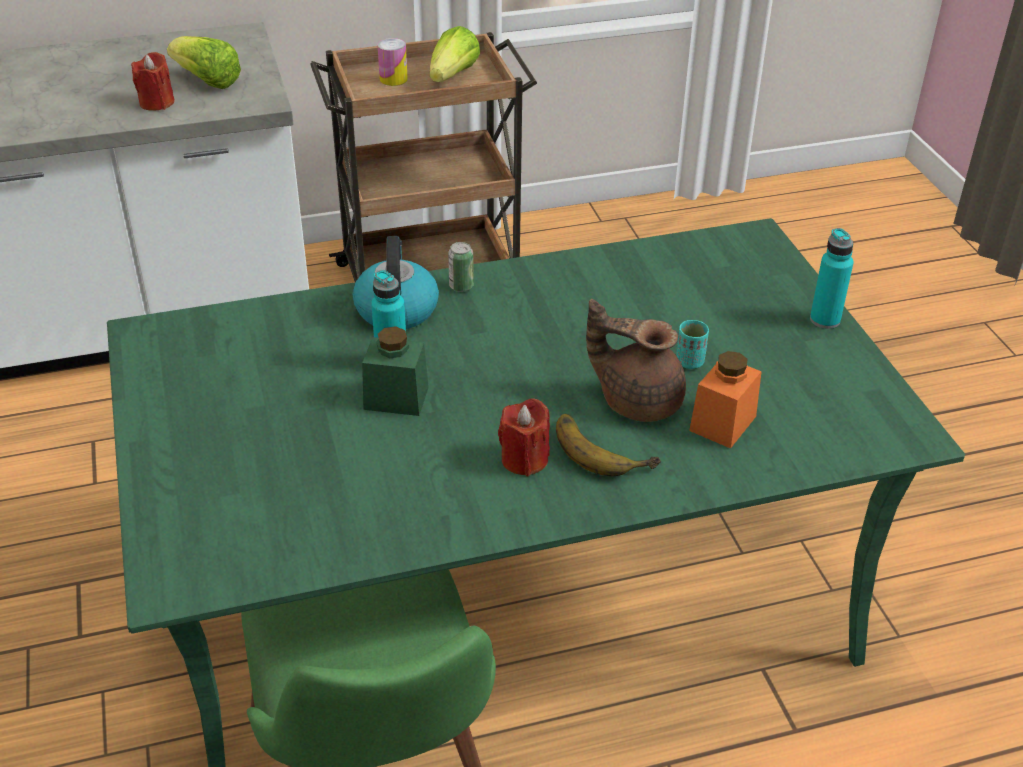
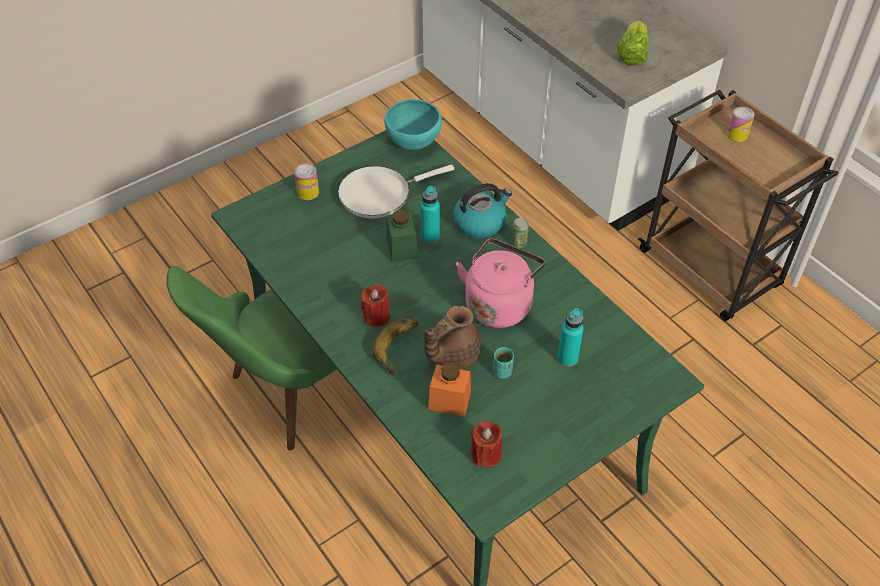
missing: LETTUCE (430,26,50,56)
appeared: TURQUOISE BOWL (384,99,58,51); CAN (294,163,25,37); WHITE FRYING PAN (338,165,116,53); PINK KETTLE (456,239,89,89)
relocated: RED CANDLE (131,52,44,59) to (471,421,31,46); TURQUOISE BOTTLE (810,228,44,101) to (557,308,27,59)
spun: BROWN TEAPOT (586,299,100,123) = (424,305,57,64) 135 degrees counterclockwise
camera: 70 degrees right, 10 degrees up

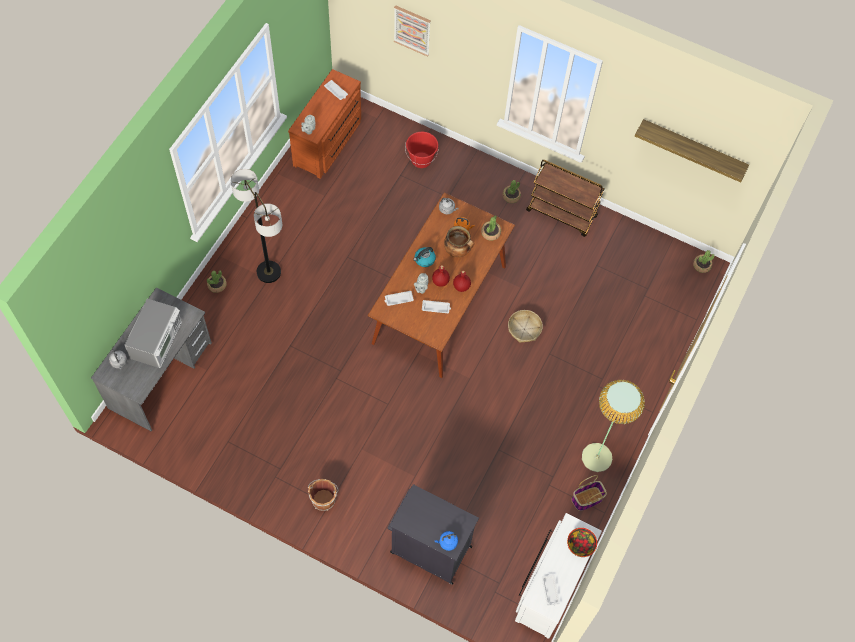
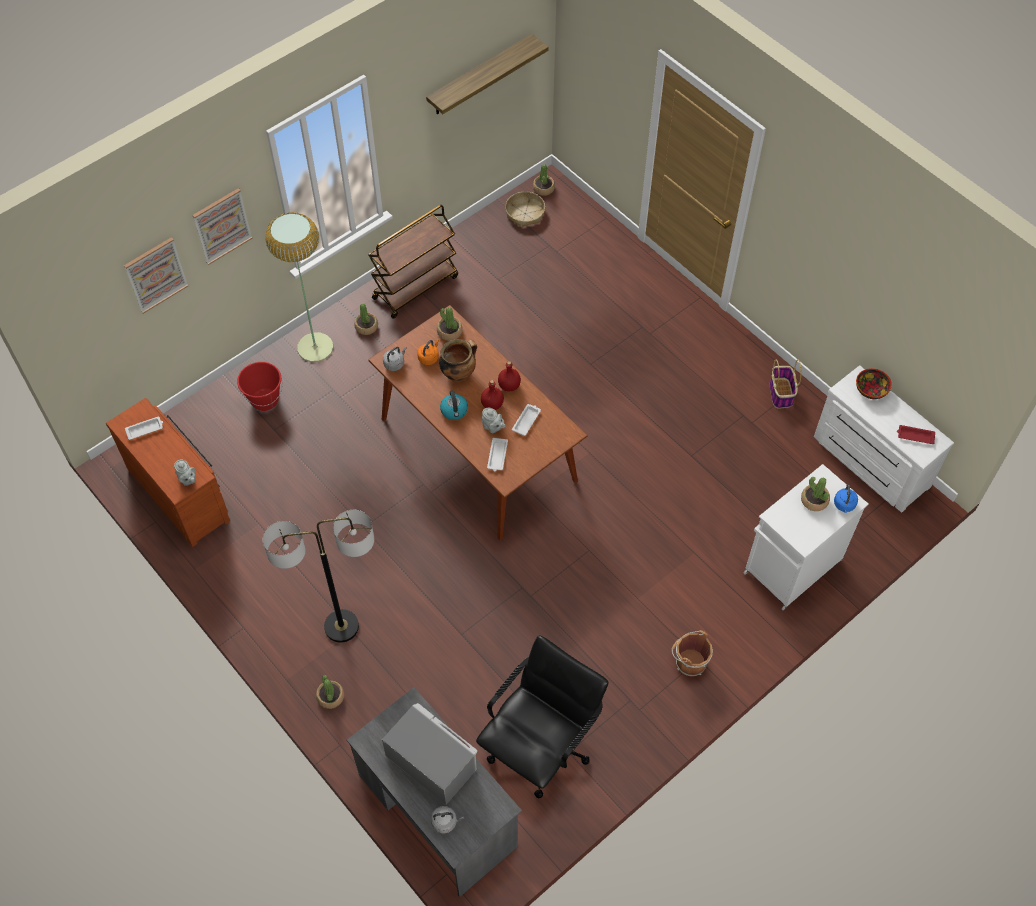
appeared: PICTURE (192,188,60,77); POTTED PLANT (801,477,29,34); BLACK OFFICE CHAIR (476,635,133,163)
relocated: BASKET (508,310,35,33) to (505,191,40,36); FLOOR LAMP (582,380,63,92) to (265,212,68,150)
colour: BLACK CABINET (387,484,92,101) to WHITE CABINET (744,464,124,146); WHITE TRAY (542,574,18,32) to RED TRAY (897,425,38,19)
camera: 65 degrees left, 5 degrees down

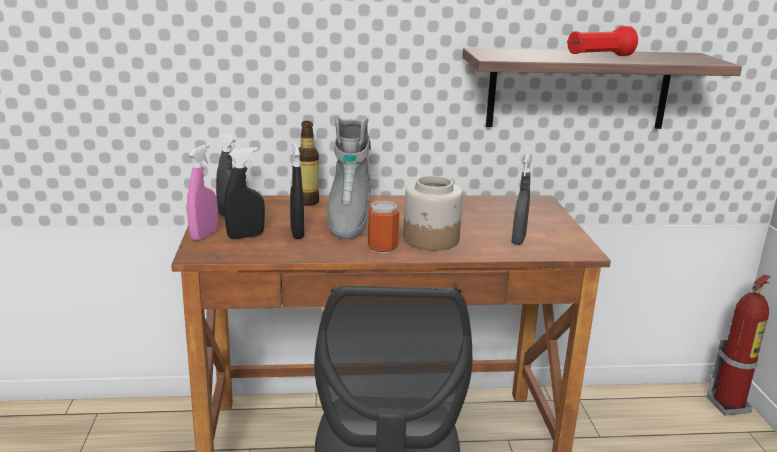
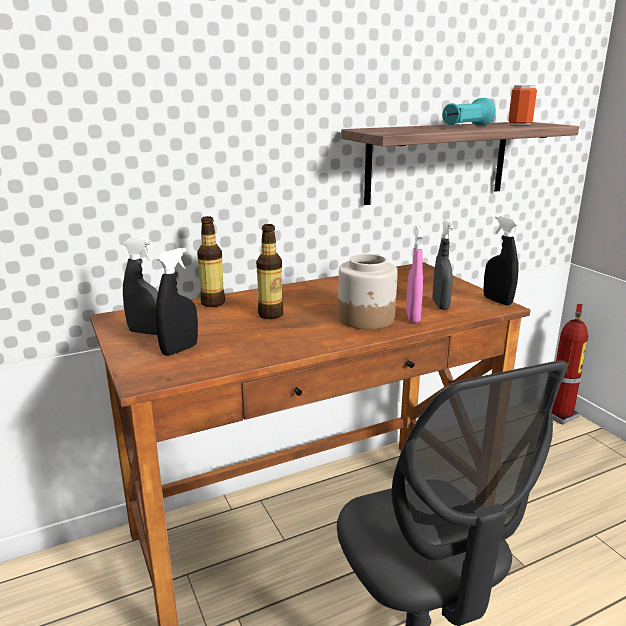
relocated: BLACK SPRAY BOTTLE (290,143,14,96) to (483,216,36,89); PINK SPRAY BOTTLE (187,144,31,97) to (406,225,17,98); CAN (368,201,31,53) to (508,85,29,40)
exchanged: GREY BOOT (327,116,45,124) to BOTTLE (256,224,27,95)
colour: RED FLASHLIGHT (567,26,71,30) to TURQUOISE FLASHLIGHT (442,98,54,28)
camera: 20 degrees left, 0 degrees up

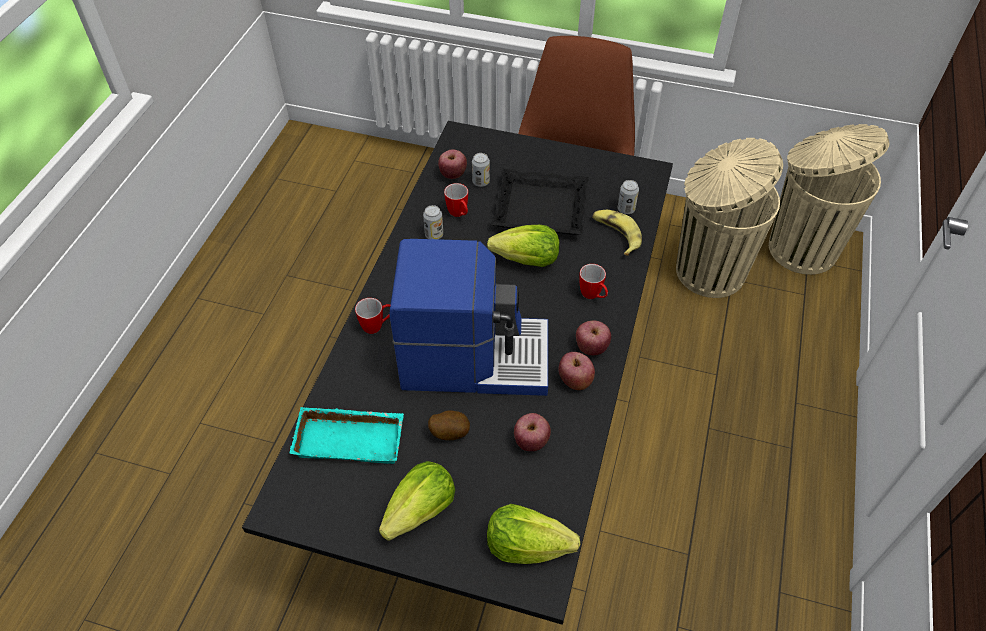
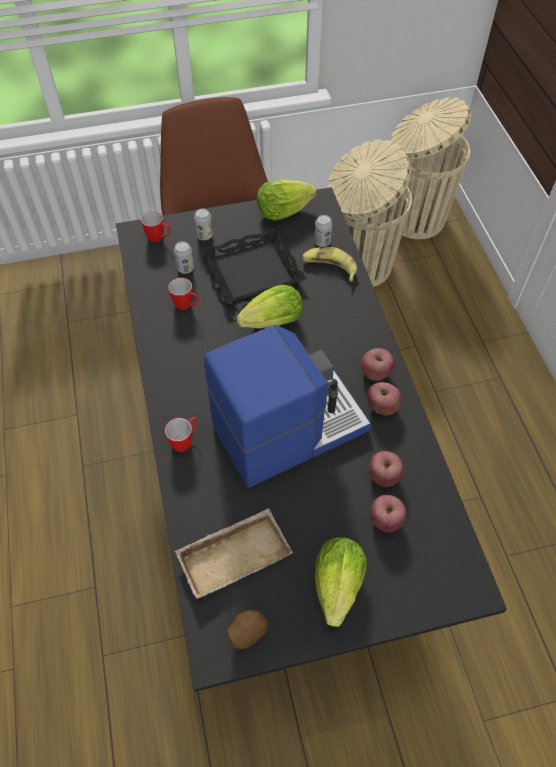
relocated: APPLE (438,149,29,30) to (370,495,37,38); CAN (423,205,20,34) to (194,208,19,32); MUG (579,264,29,35) to (141,211,30,31); POTATO (428,410,42,30) to (227,610,41,39); LETTUCE (487,504,93,60) to (257,180,60,41)
colour: TURQUOISE TRAY (290,407,114,57) to BEIGE TRAY (175,509,118,90)
camera: 30 degrees left, 5 degrees up

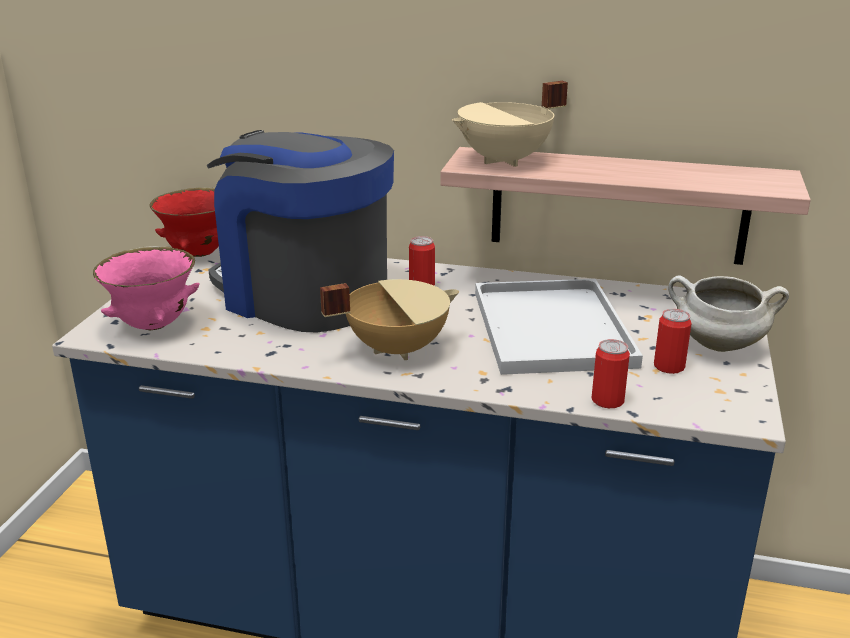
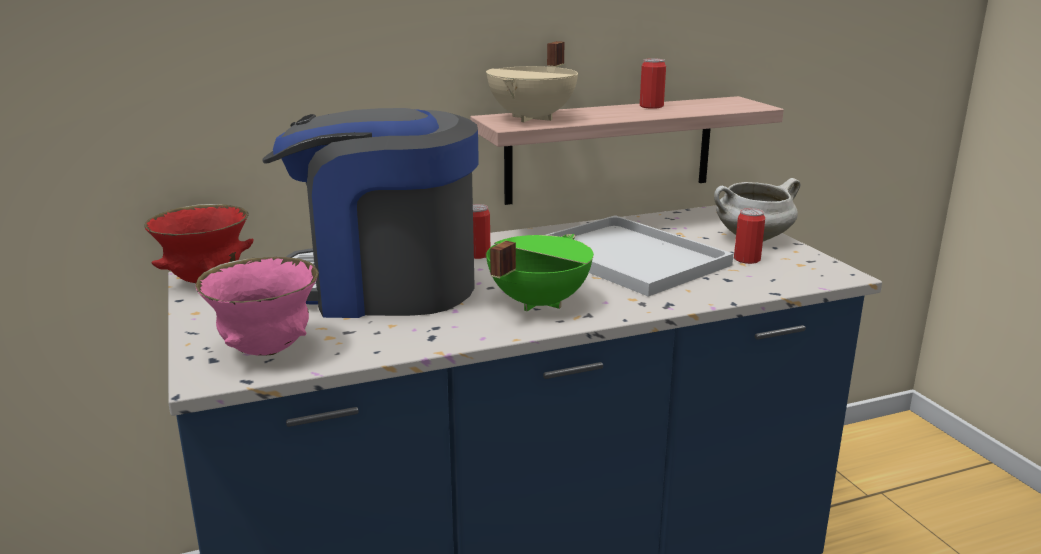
relocated: CAN (591,339,39,69) to (640,58,26,51)
colour: BEIGE COOKING POT (320,279,139,81) to GREEN COOKING POT (486,234,108,77)
camera: 35 degrees left, 5 degrees down

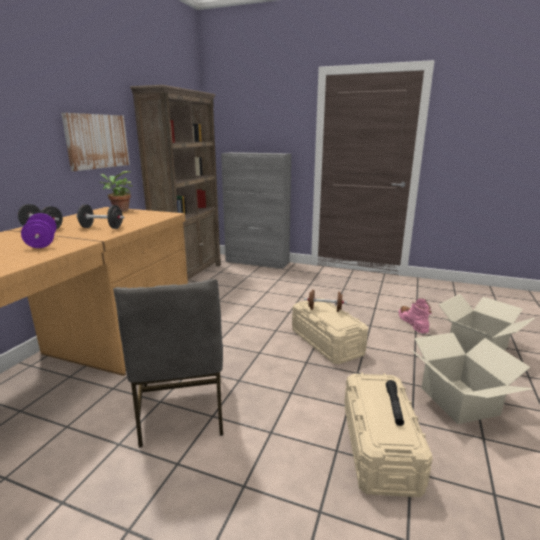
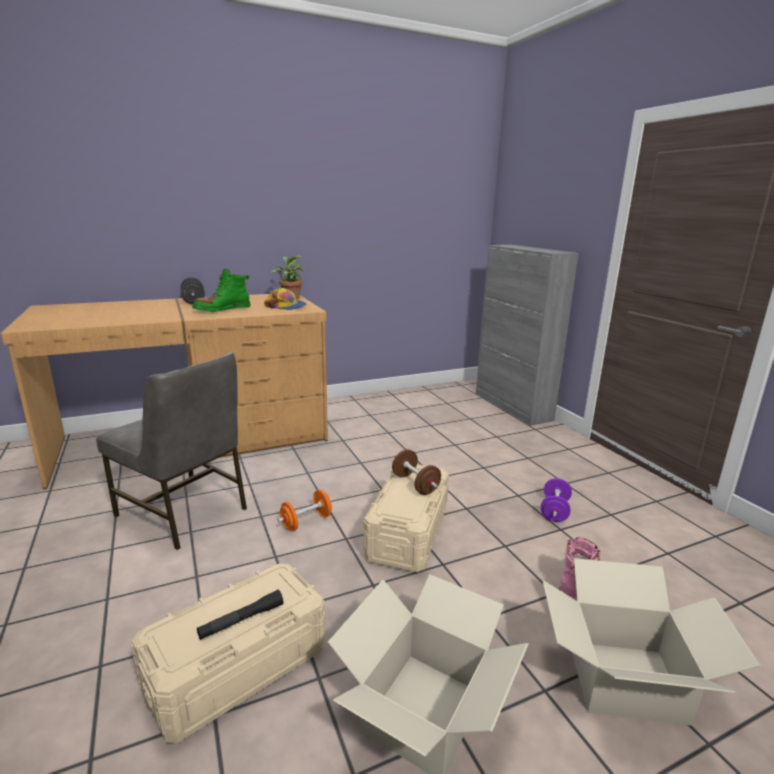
missing: BROWN BOOKCASE (130,85,91,195); PICTURE (61,113,69,58)
appeared: CAP (264,288,43,22); ORANGE DUMBBELL (278,490,55,41)
relocated: PURPLE DUMBBELL (21,213,35,35) to (541,478,31,44)
exchanged: BLACK DUMBBELL (76,204,49,25) to GREEN BOOT (192,269,58,43)
spun: GREY CHAIR (113,279,110,169) = (96,352,151,198) 90 degrees counterclockwise
camera: 45 degrees right, 0 degrees up

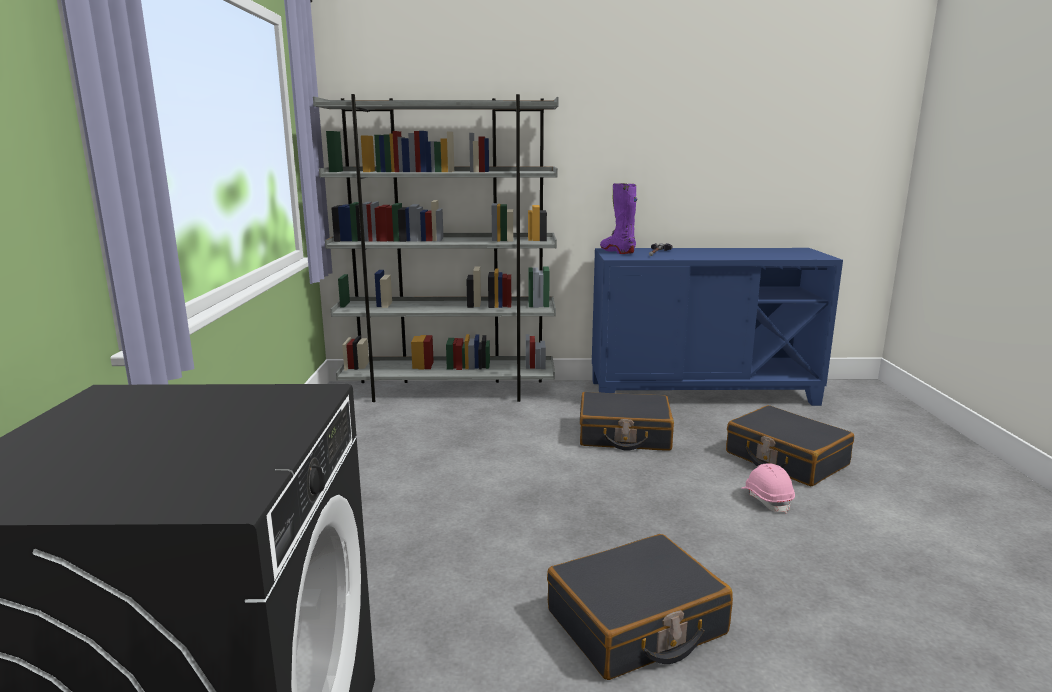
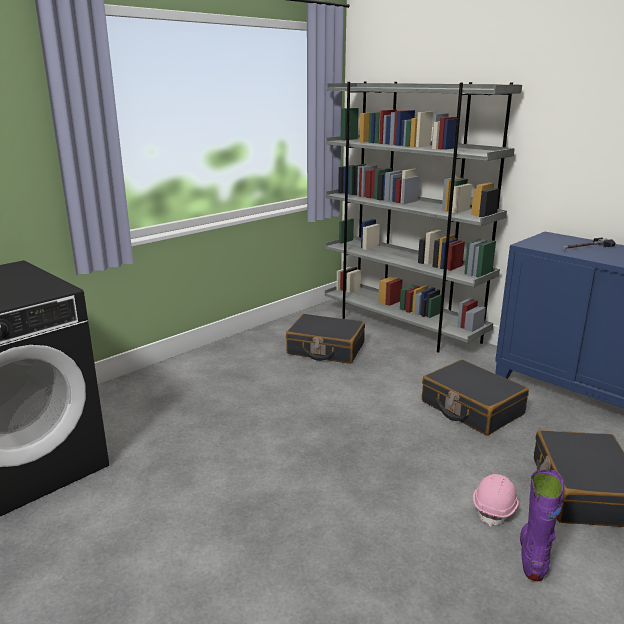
relocated: PURPLE BOOT (600,183,37,71) to (520,469,44,112); BLACK SUITCASE (547,534,186,146) to (286,314,79,50)
camera: 45 degrees right, 5 degrees up

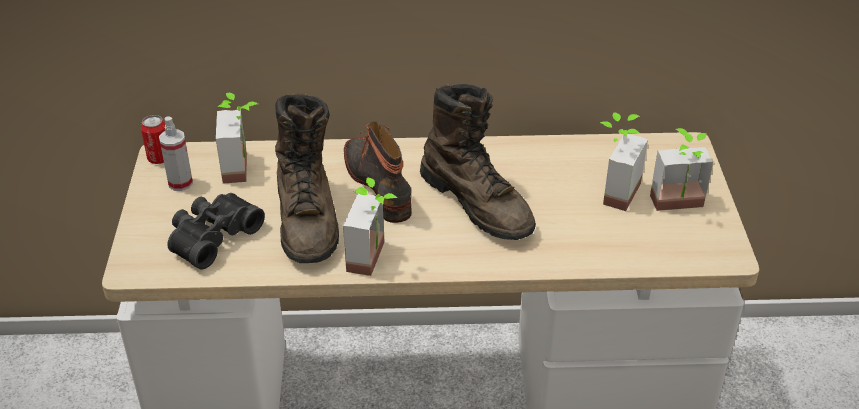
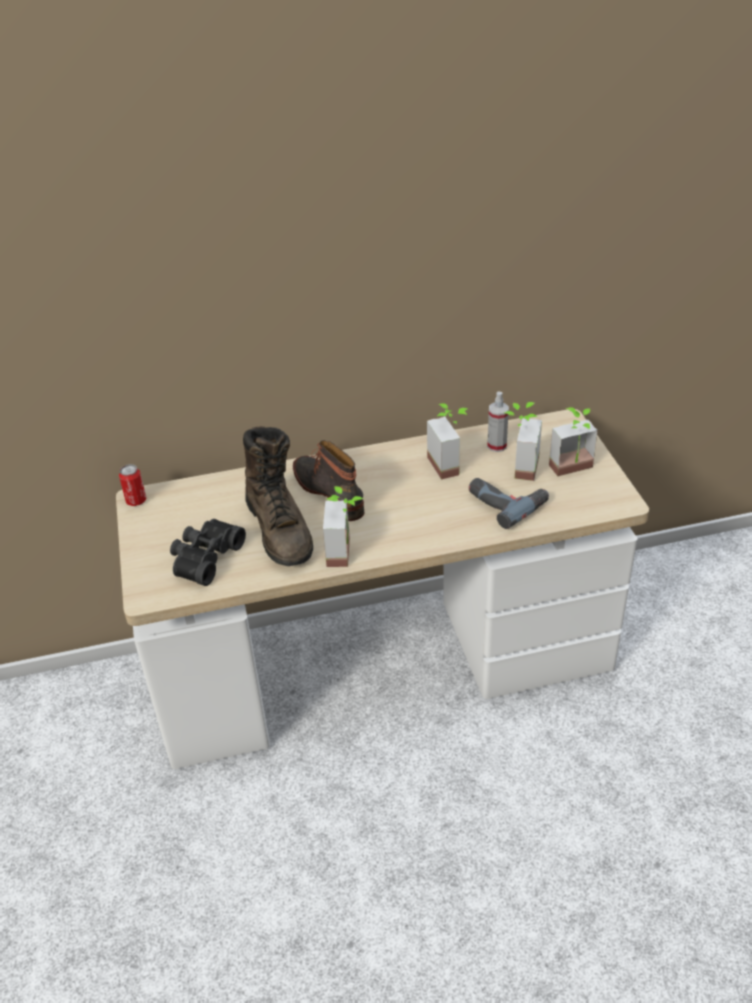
missing: BROWN BOOT (420,84,116,156)
appeared: POWER DRILL (469,478,80,51)
relocated: POTTED PLANT (216,93,42,90) to (427,403,40,77); SPRAY BOTTLE (159,116,34,75) to (487,392,22,60)
camera: 10 degrees left, 0 degrees up

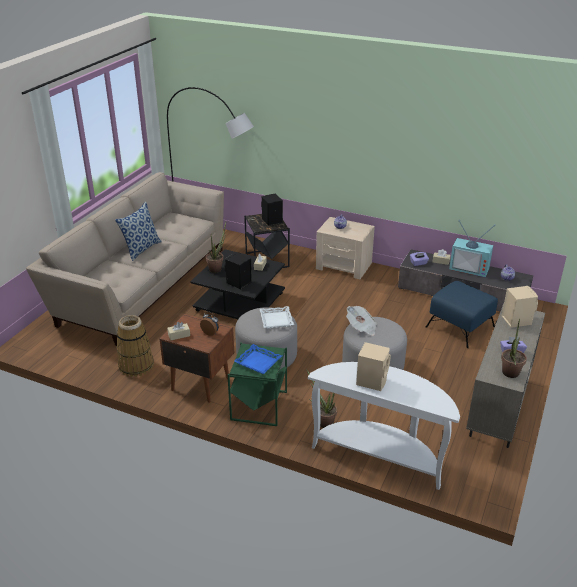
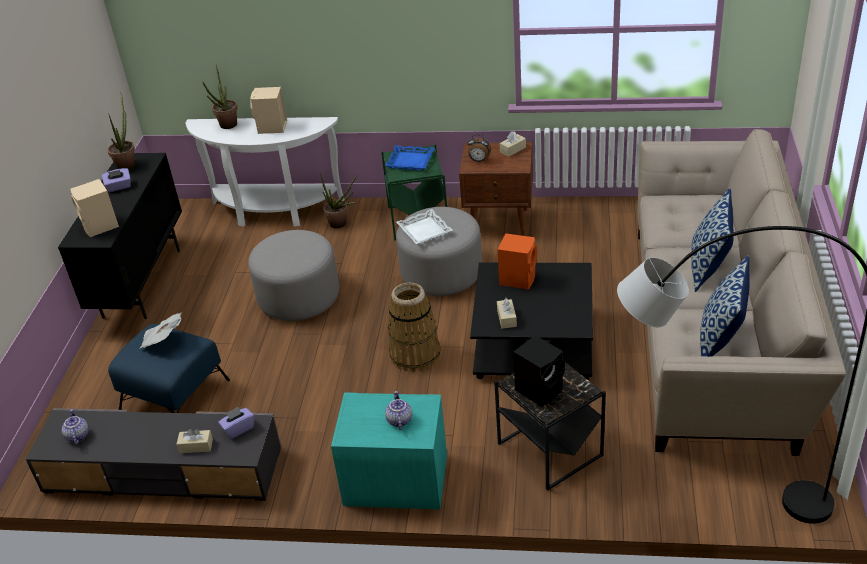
missing: TELEVISION (449,220,47,57)
appeared: PILLOW (700,256,50,101)
relocated: POTTED PLANT (206,222,20,51) to (203,65,35,64); NEWSPAPER (346,306,31,30) to (140,313,41,35); BASKET (117,315,37,62) to (388,282,52,90)
colour: BEIGE NIGHTSTAND (316,217,59,62) to TURQUOISE NIGHTSTAND (331,393,116,116); BLACK SPEAKER (225,252,27,37) to ORANGE SPEAKER (498,233,39,57); BEIGE CABINET (466,303,79,145) to BLACK CABINET (58,153,124,166)
camera: 165 degrees right, 5 degrees up

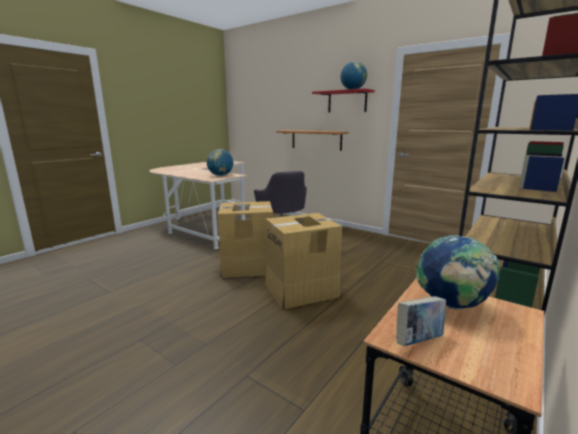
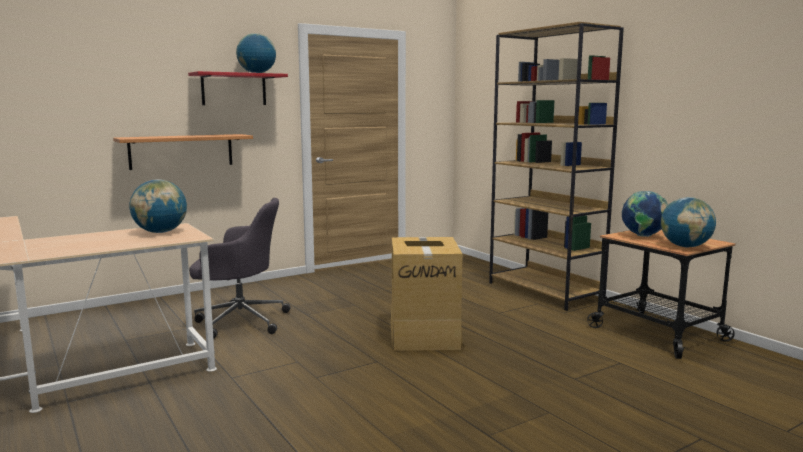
missing: CARDBOARD BOX (218,201,55,77)
exchanged: BOOK (396,296,50,50) to GLOBE (661,197,55,50)
camera: 70 degrees left, 5 degrees down

